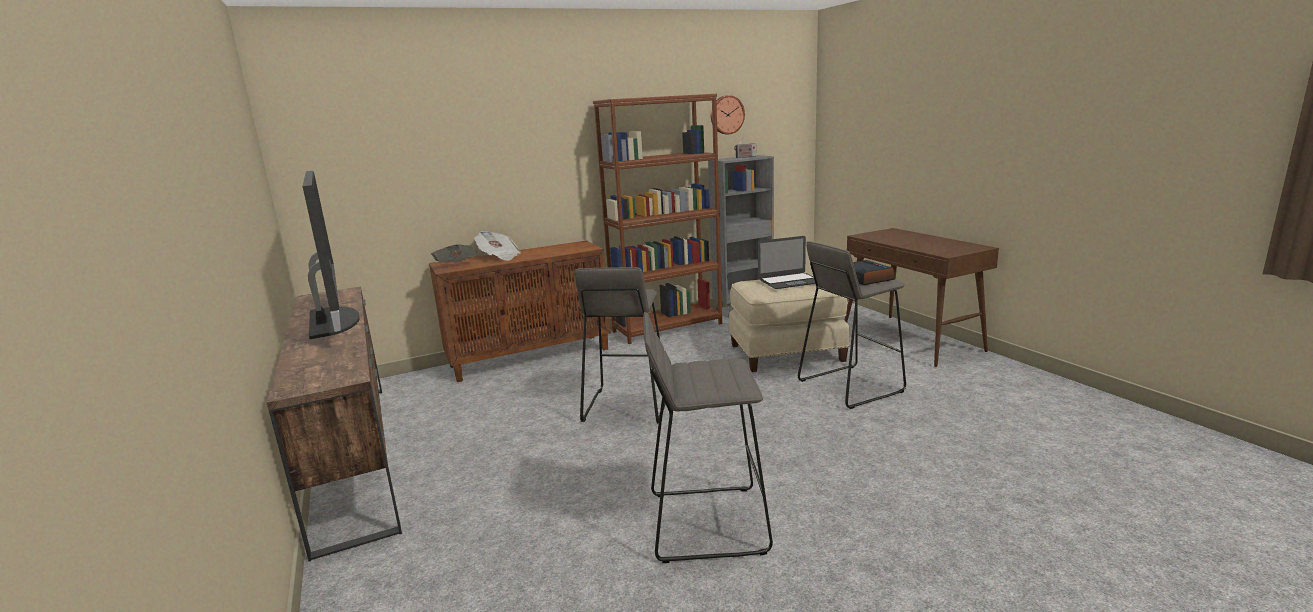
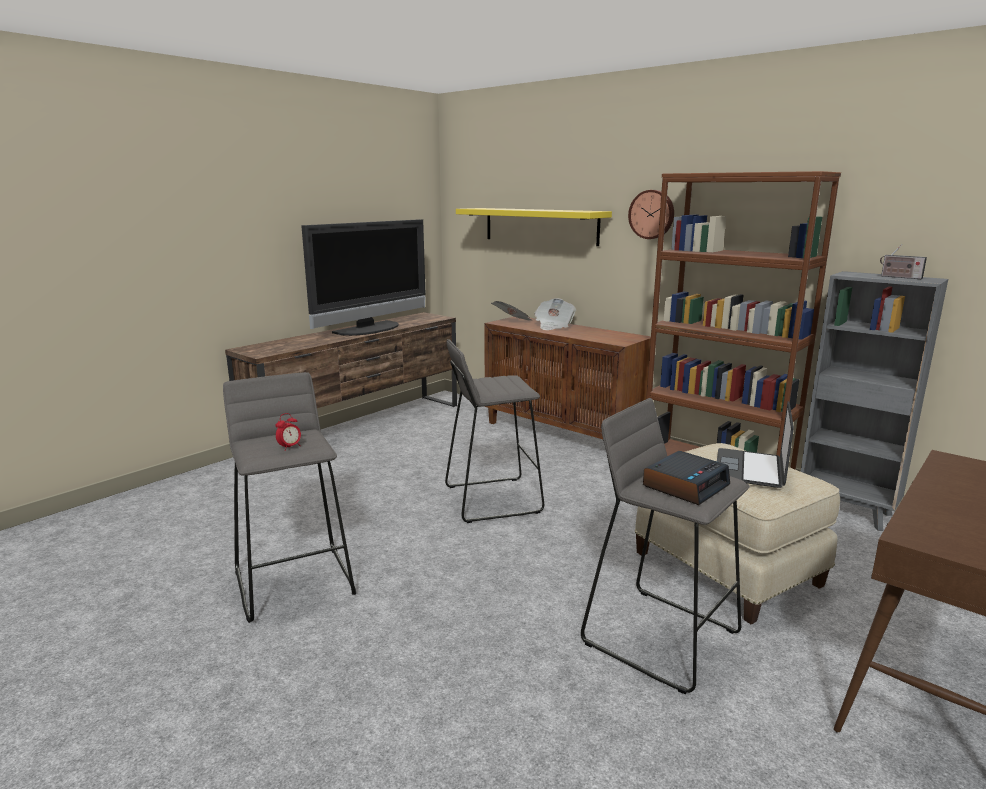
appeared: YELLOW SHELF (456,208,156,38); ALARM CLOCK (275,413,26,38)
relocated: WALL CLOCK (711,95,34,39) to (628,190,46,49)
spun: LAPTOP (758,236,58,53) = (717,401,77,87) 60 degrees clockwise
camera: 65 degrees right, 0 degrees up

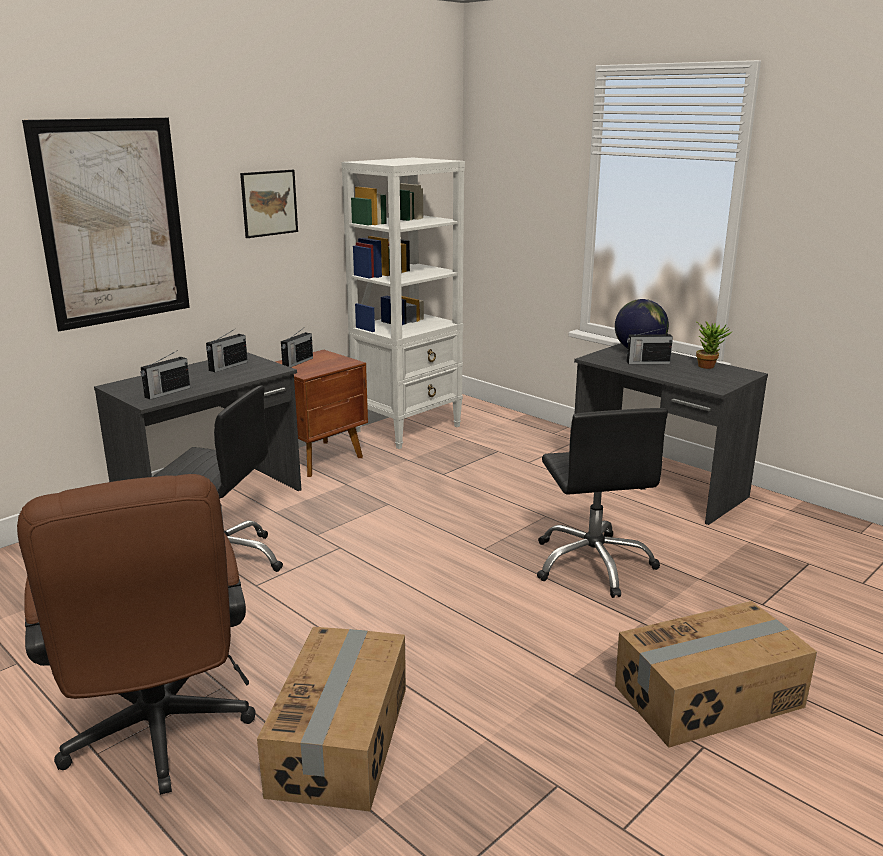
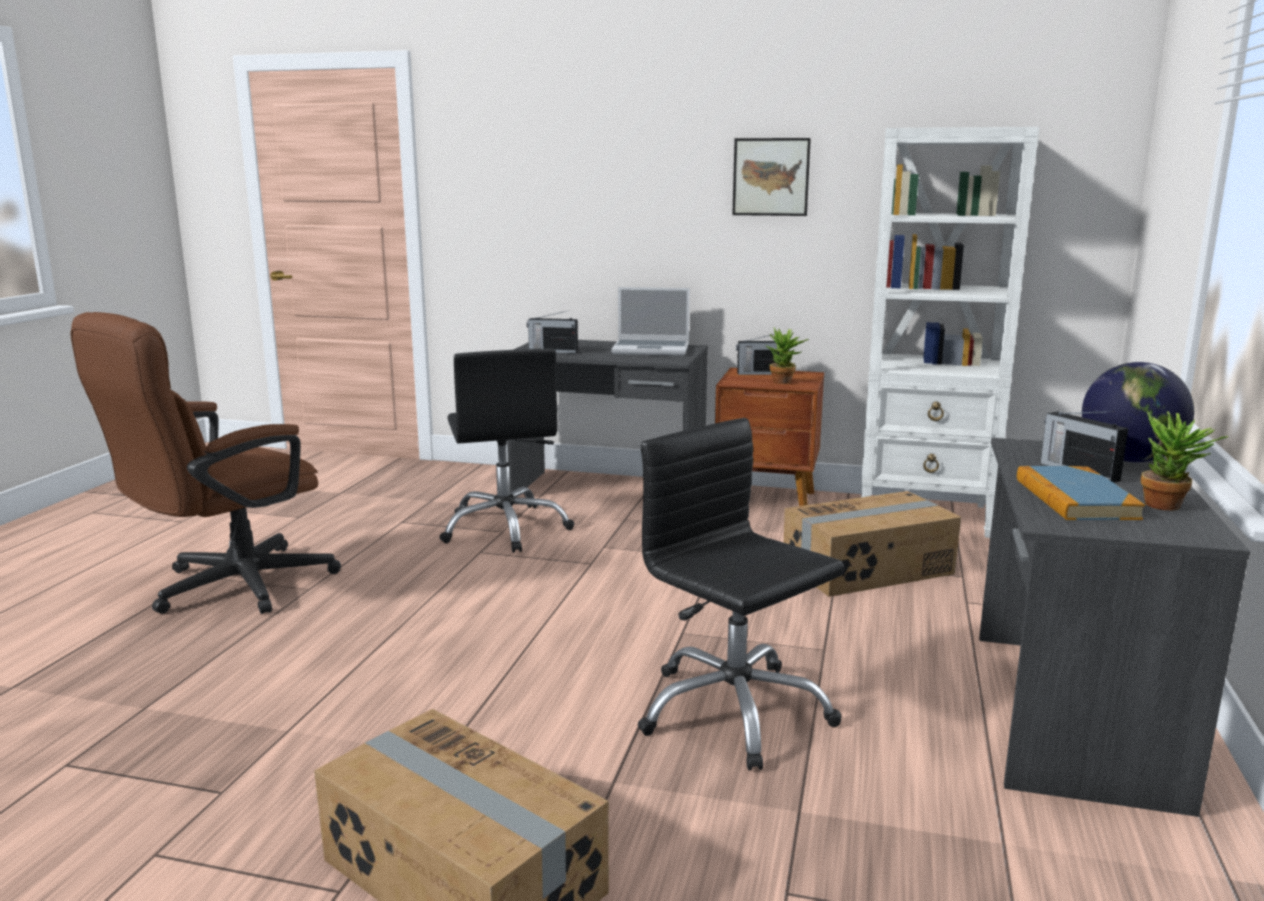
missing: PICTURE (22,118,168,213)
appeared: POTTED PLANT (765,328,44,56); BOOK (1017,466,128,54)
relocated: CARDBOARD BOX (257,627,149,185) to (784,491,177,106)
exchanged: RADIO (206,329,42,43) to LAPTOP (611,287,79,69)
spun: BLACK OFFICE CHAIR (537,408,131,190) = (638,418,206,352) 90 degrees clockwise
camera: 60 degrees right, 5 degrees down

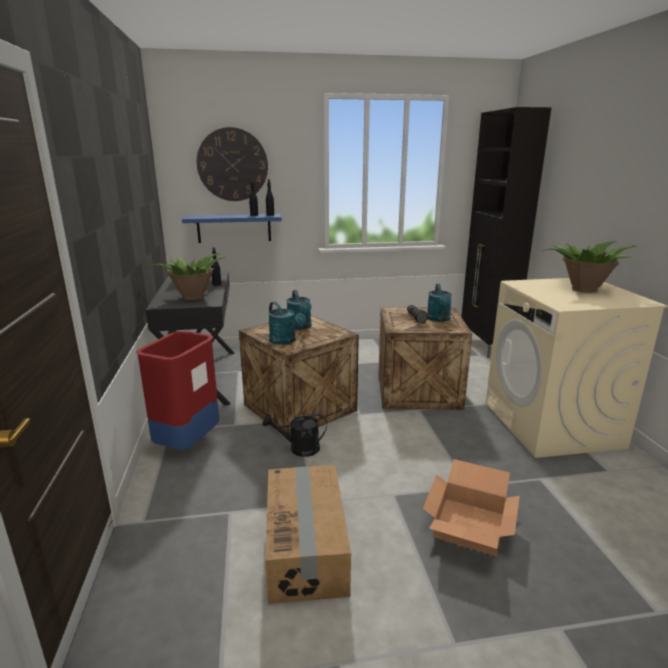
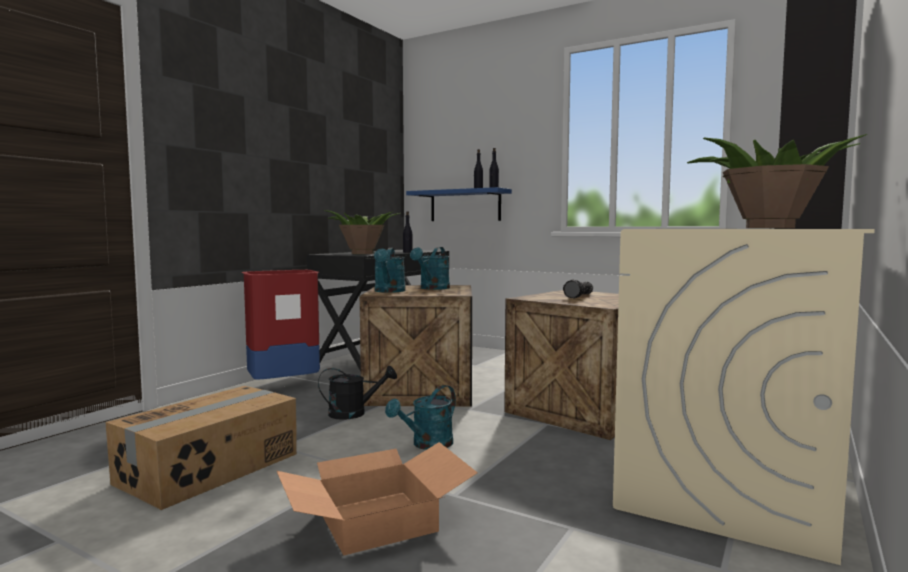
missing: WALL CLOCK (197,127,71,74)
relocated: TURQUOISE WATERING CAN (427,284,25,38) to (385,385,71,65)
spun: BLACK WATERING CAN (263,414,64,43) = (318,366,79,54) 135 degrees clockwise
camera: 40 degrees right, 15 degrees down

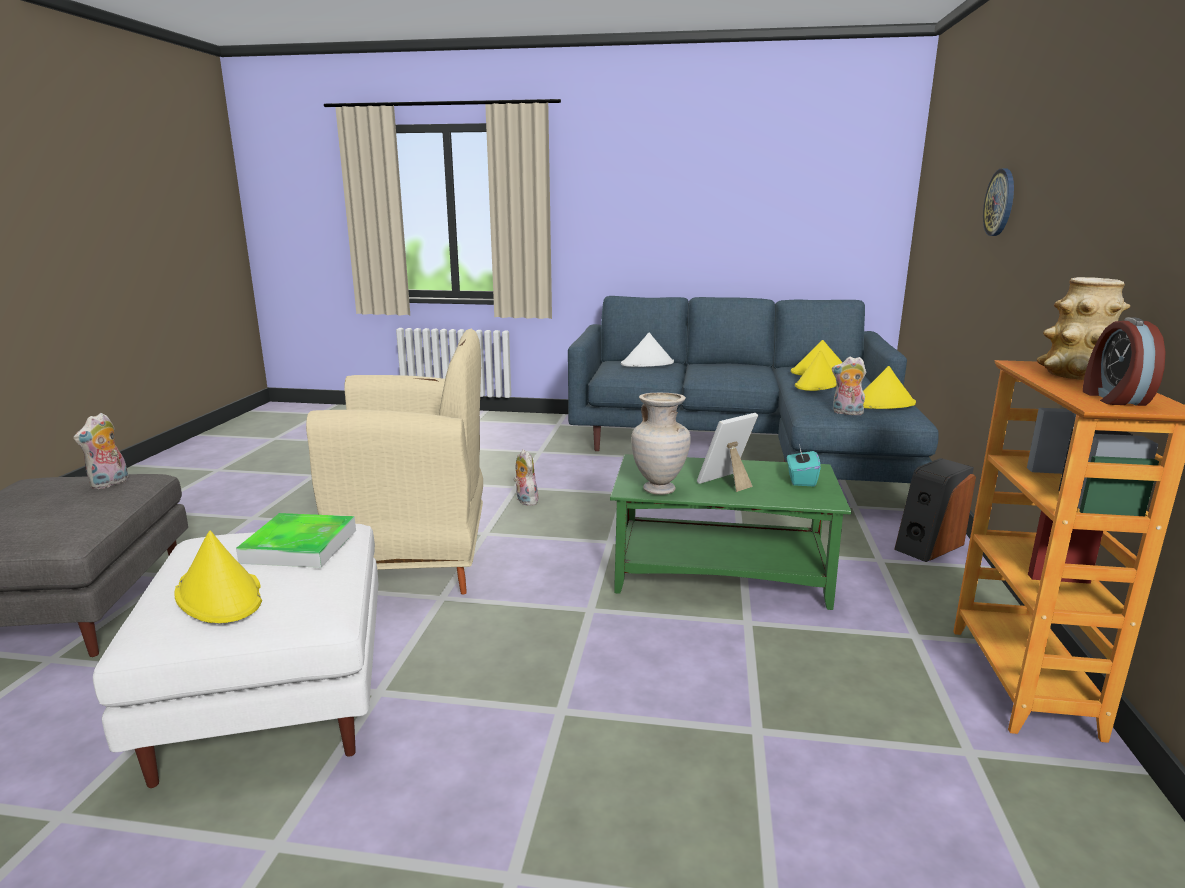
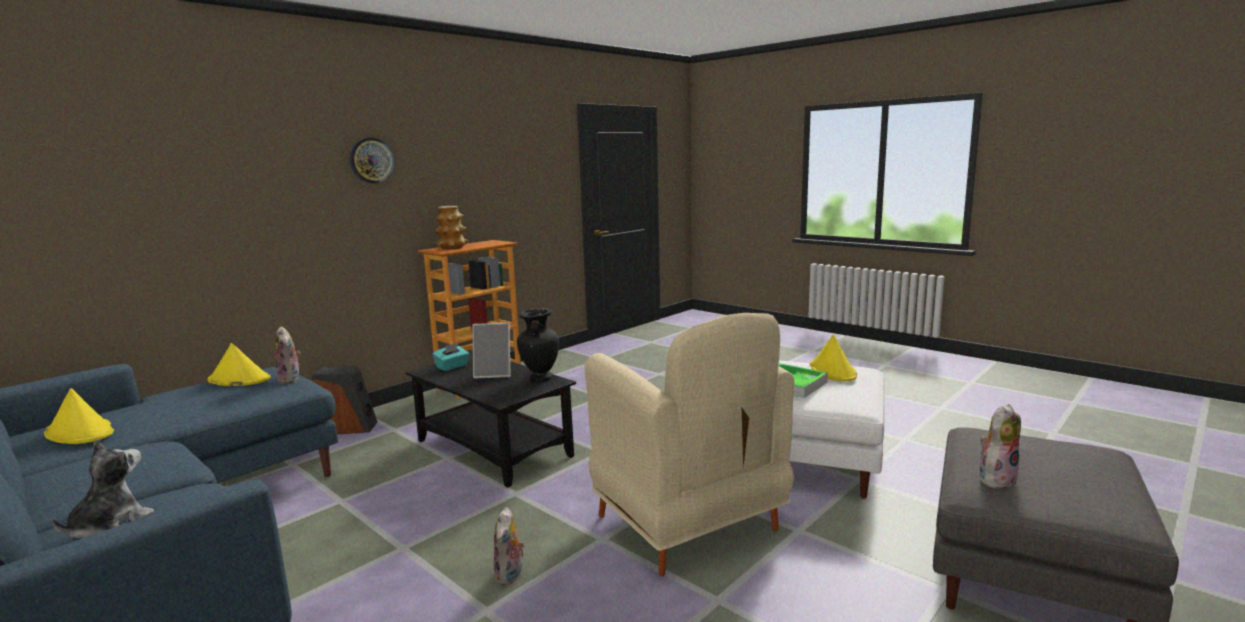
missing: ALARM CLOCK (1083,317,83,89); YELLOW HAT (795,350,41,41)
relocated: WALL CLOCK (983,169,31,67) to (350,137,45,47)
exchanged: WHITE HAT (621,333,53,34) to PLUSH TOY (52,439,102,99)
colour: BEIGE VASE (631,393,60,102) to BLACK VASE (517,307,42,75); GREEN COFFEE TABLE (610,454,241,156) to BLACK COFFEE TABLE (405,353,171,135)
spun: BEIGE ARMCHAIR (306,329,177,266) = (584,313,210,263) 150 degrees counterclockwise
camera: 145 degrees left, 5 degrees down

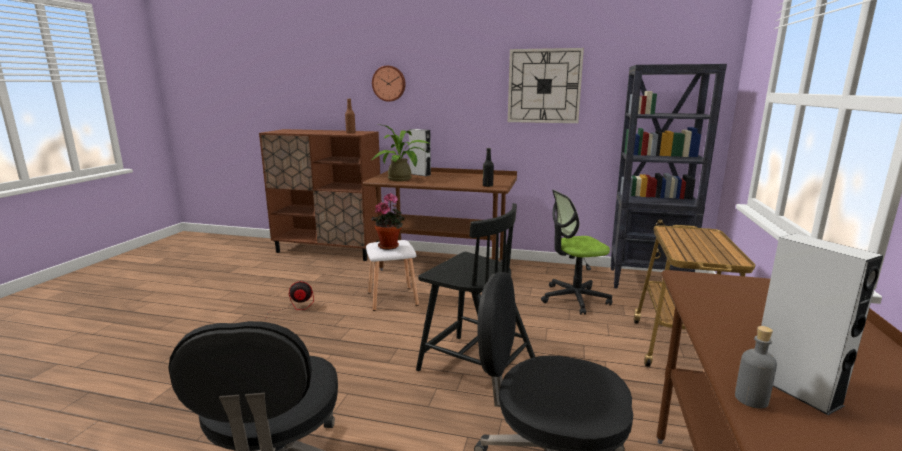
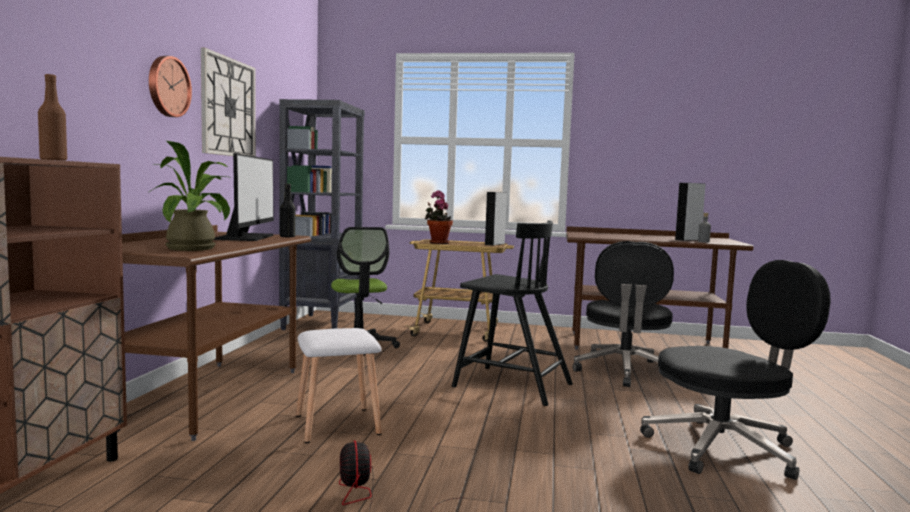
appeared: MONITOR (214,153,60,88)
relocated: WALL CLOCK (372,66,34,36) to (149,56,43,61); GREY SPEAKER (409,129,22,47) to (485,192,22,54); POTTED PLANT (371,193,34,57) to (425,190,28,54)
spun: BLACK CHAIR (416,203,119,168) = (452,220,121,186) 90 degrees clockwise
camera: 95 degrees left, 10 degrees down

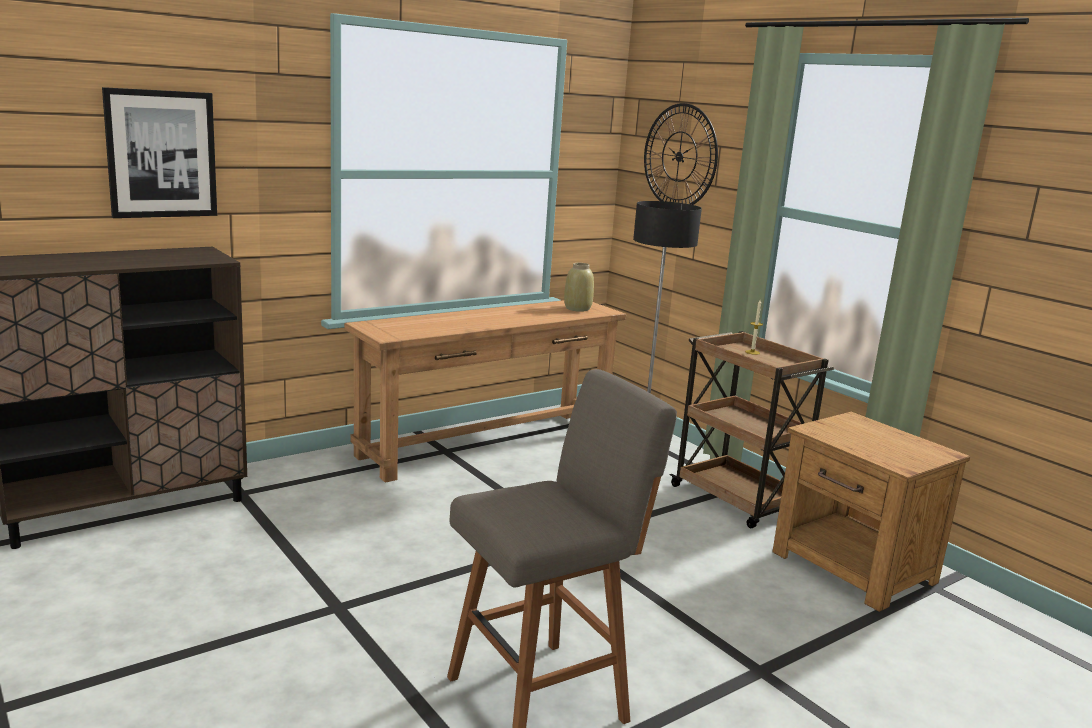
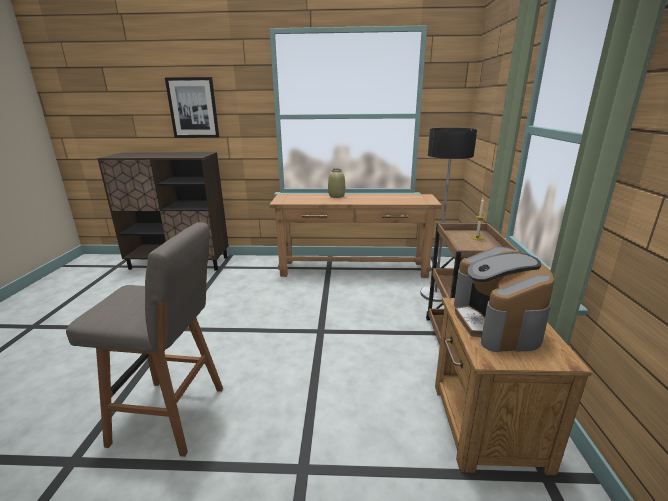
missing: WALL CLOCK (644,103,74,102)
appeared: COFFEE MACHINE (454,247,100,105)
relocated: BEIGE VASE (564,263,30,49) to (328,168,17,30)
camera: 40 degrees right, 5 degrees up

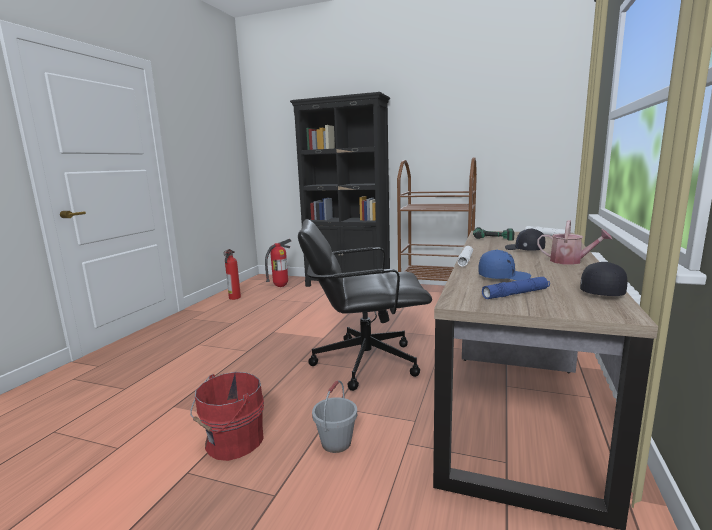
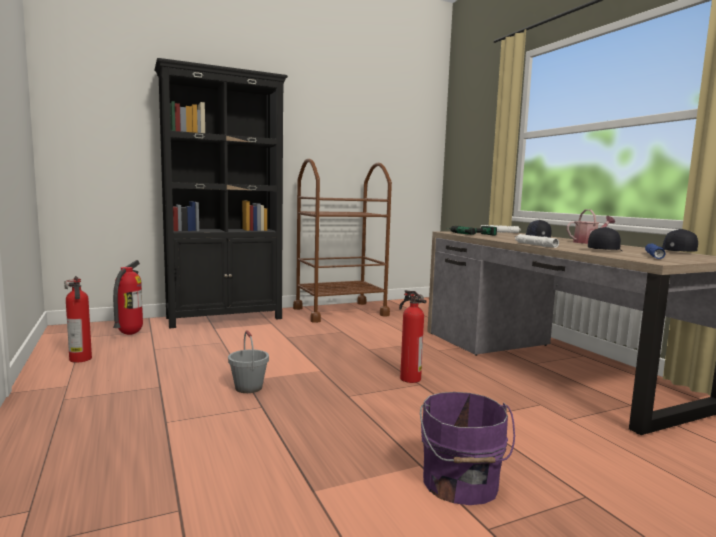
relocated: GREY BUCKET (312,380,45,73) to (228,330,41,63)
exchanged: BLACK OFFICE CHAIR (298,219,134,172) to FIRE EXTINGUISHER (399,290,28,93)
colour: BLUE CAP (478,250,53,30) to BLACK CAP (588,227,34,24); RED BUCKET (190,372,74,89) to PURPLE BUCKET (420,392,95,113)
camera: 45 degrees left, 5 degrees down

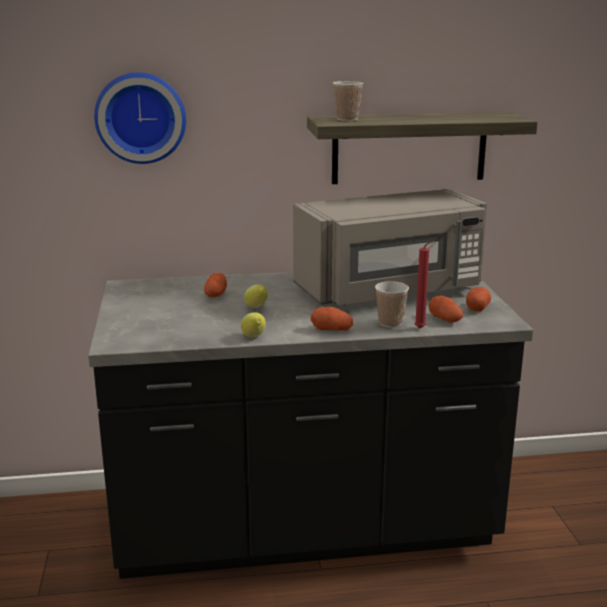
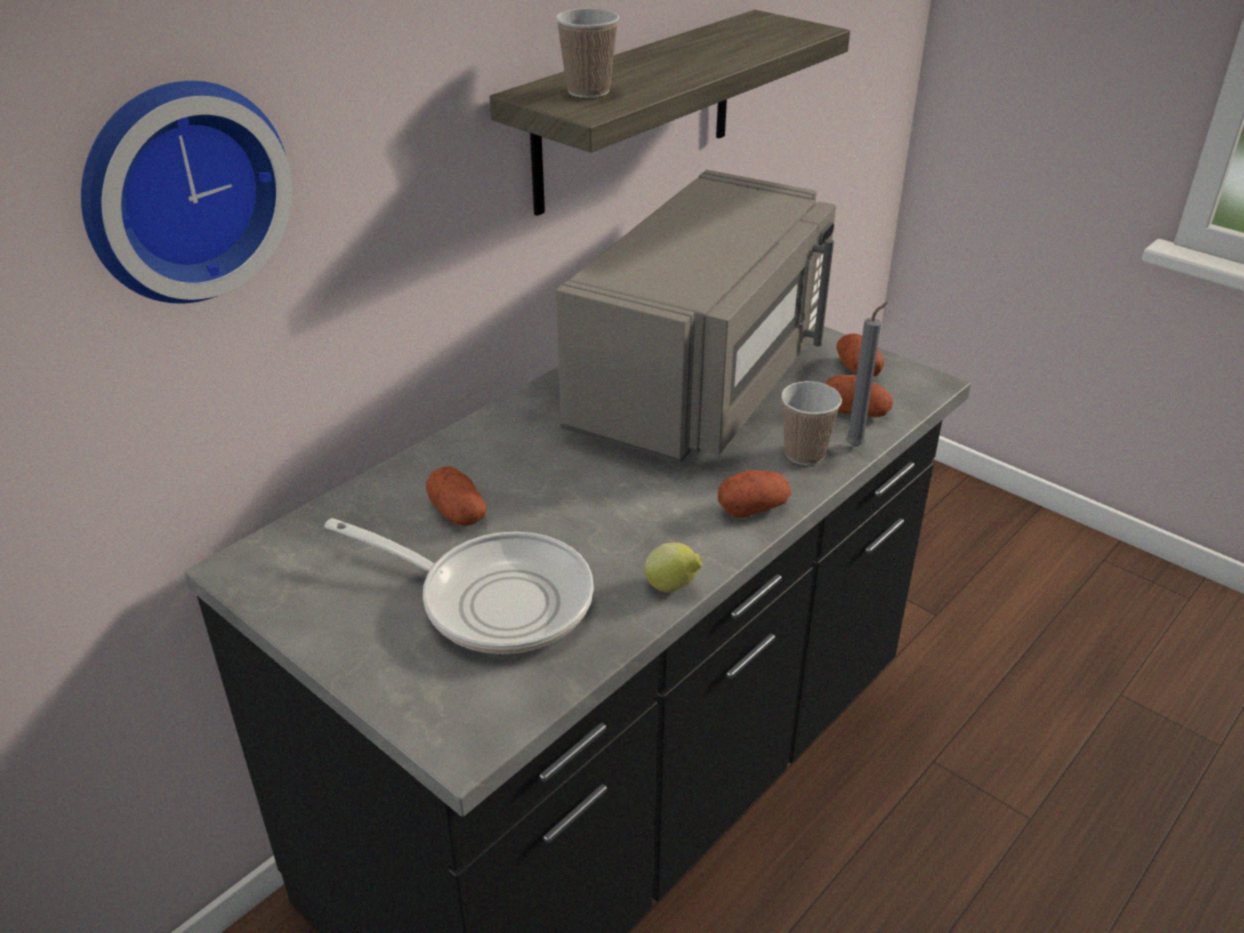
missing: LEMON (244,284,24,24)
appeared: FRYING PAN (324,518,270,136)
colour: RED CANDLE (414,240,21,88) to GREY CANDLE (846,302,42,145)
camera: 40 degrees left, 15 degrees up

